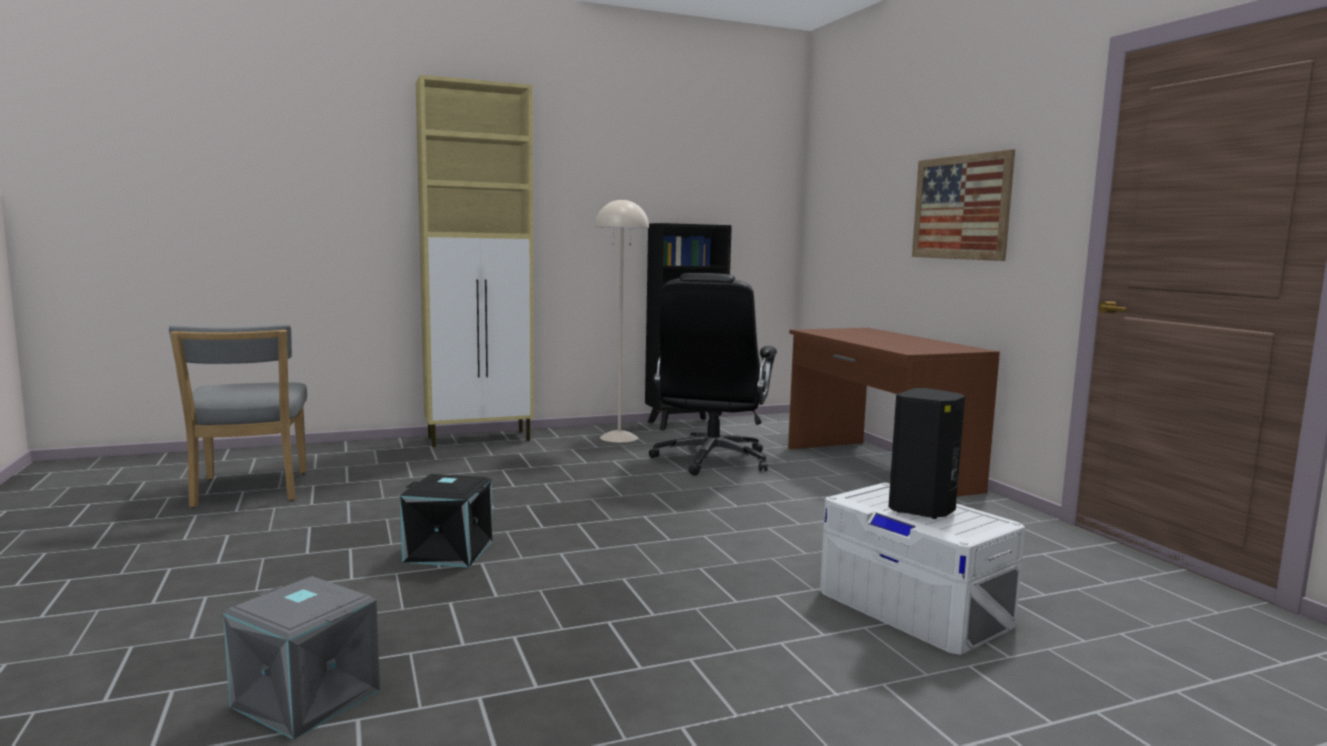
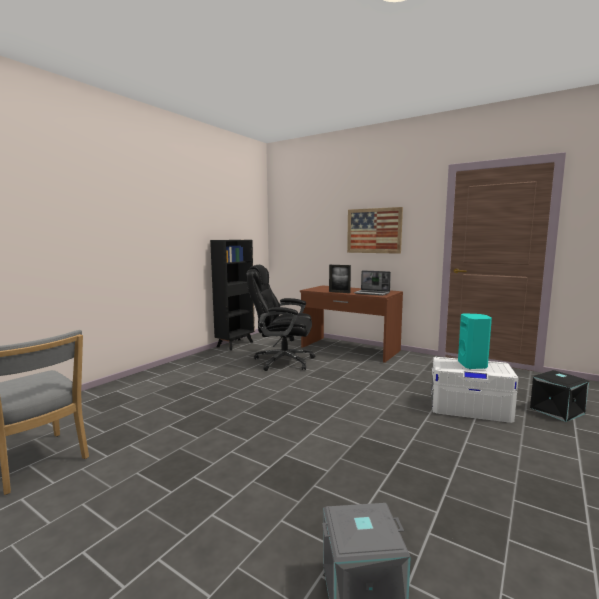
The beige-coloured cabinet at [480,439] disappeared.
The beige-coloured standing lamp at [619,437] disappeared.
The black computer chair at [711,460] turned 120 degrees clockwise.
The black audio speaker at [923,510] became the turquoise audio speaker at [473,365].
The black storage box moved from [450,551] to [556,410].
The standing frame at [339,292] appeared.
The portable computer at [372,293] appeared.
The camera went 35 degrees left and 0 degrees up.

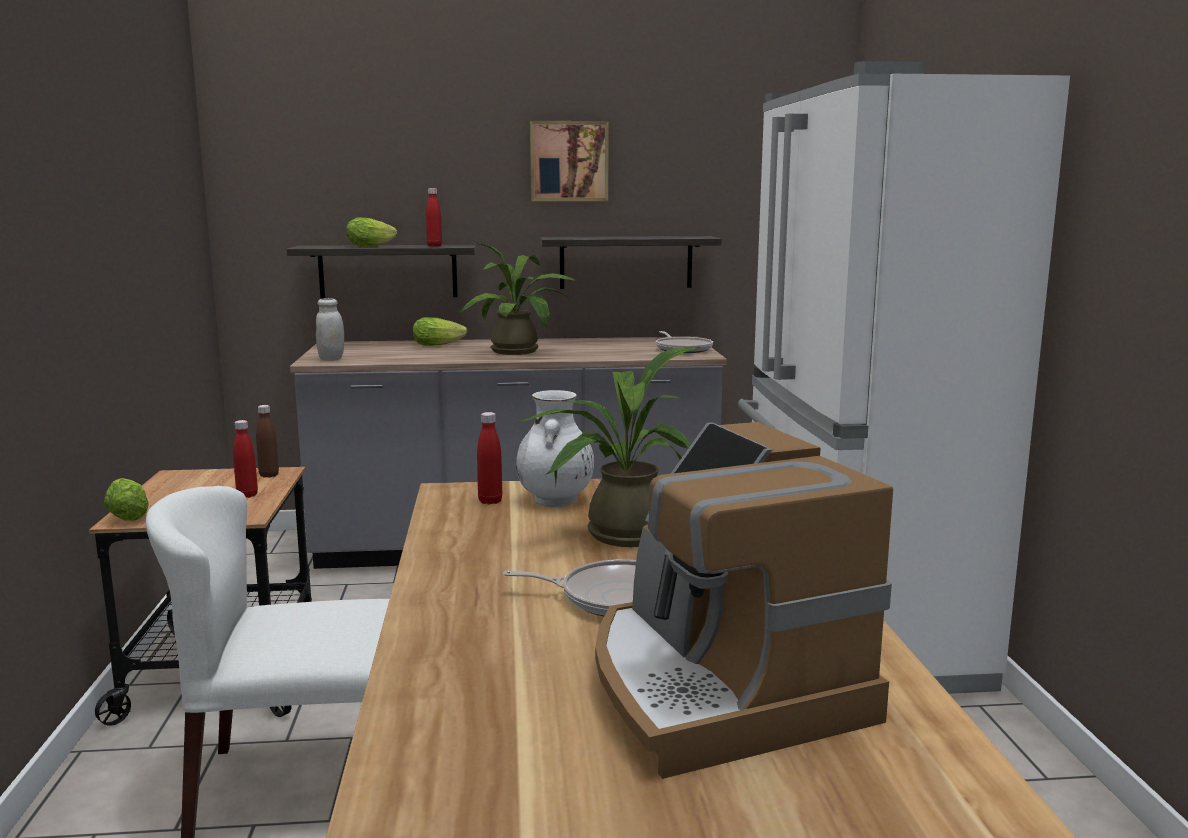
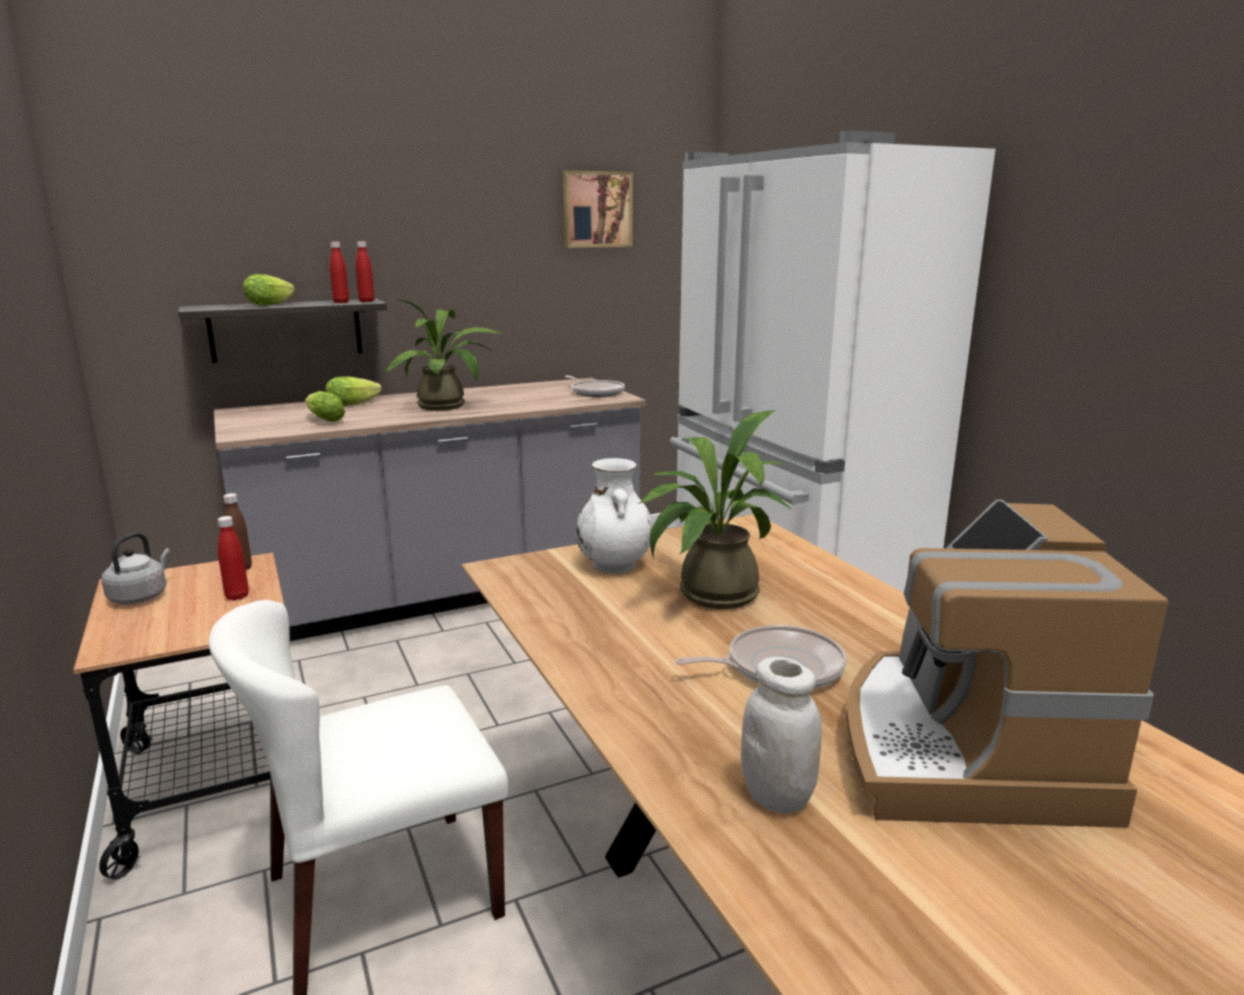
The picture moved from [569,161] to [596,209].
The shelf at [626,262] disappeared.
The white-coloured preserve jar moved from [331,359] to [777,797].
The red beverage bottle moved from [490,501] to [366,301].
The coffee maker at [717,686] turned 45 degrees clockwise.
The lettuce head moved from [129,514] to [323,420].
The gray kettle at [140,596] appeared.
The camera went 20 degrees left and 5 degrees up.

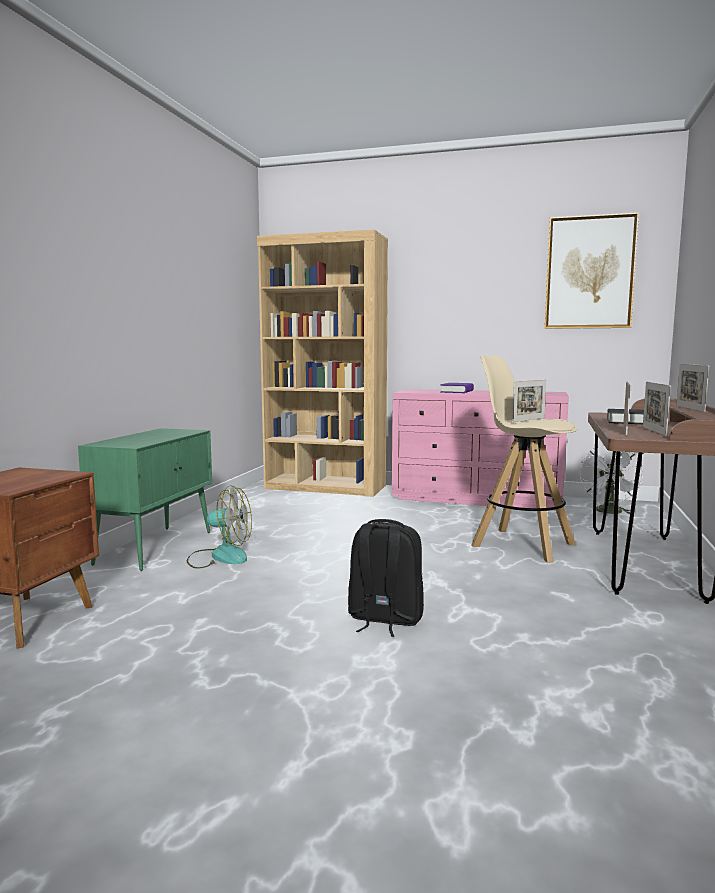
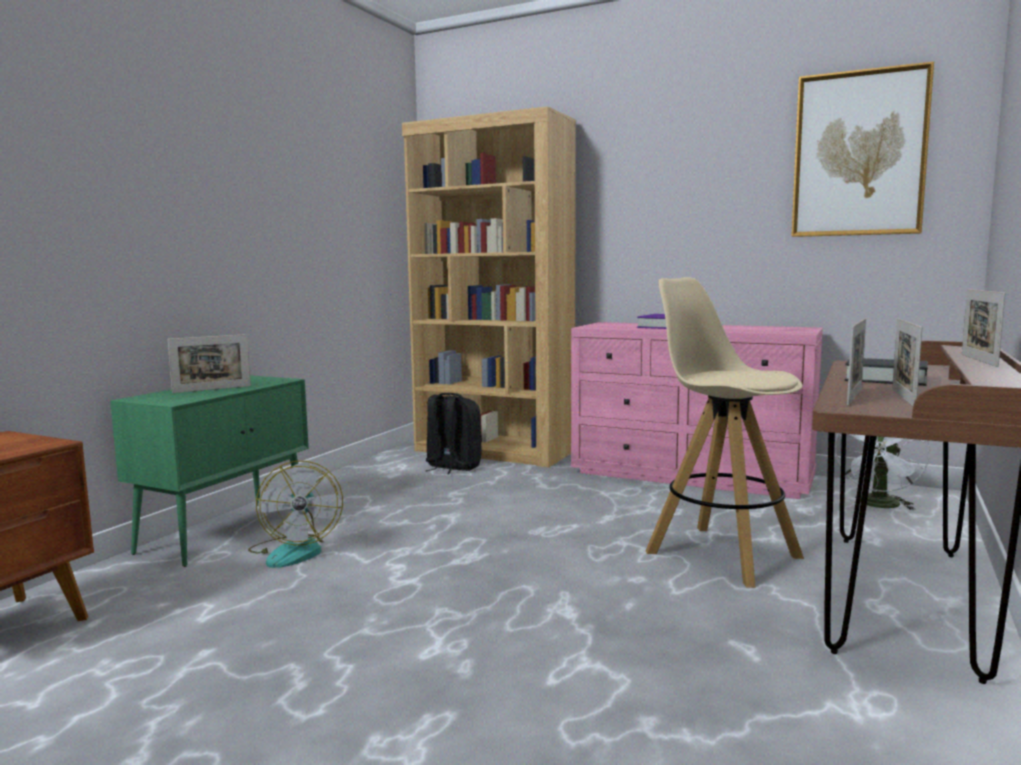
The standing frame moved from [528,420] to [212,389].
The fan at [220,557] turned 60 degrees clockwise.
The black knapsack moved from [384,619] to [452,467].
The camera went 10 degrees right and 0 degrees up.

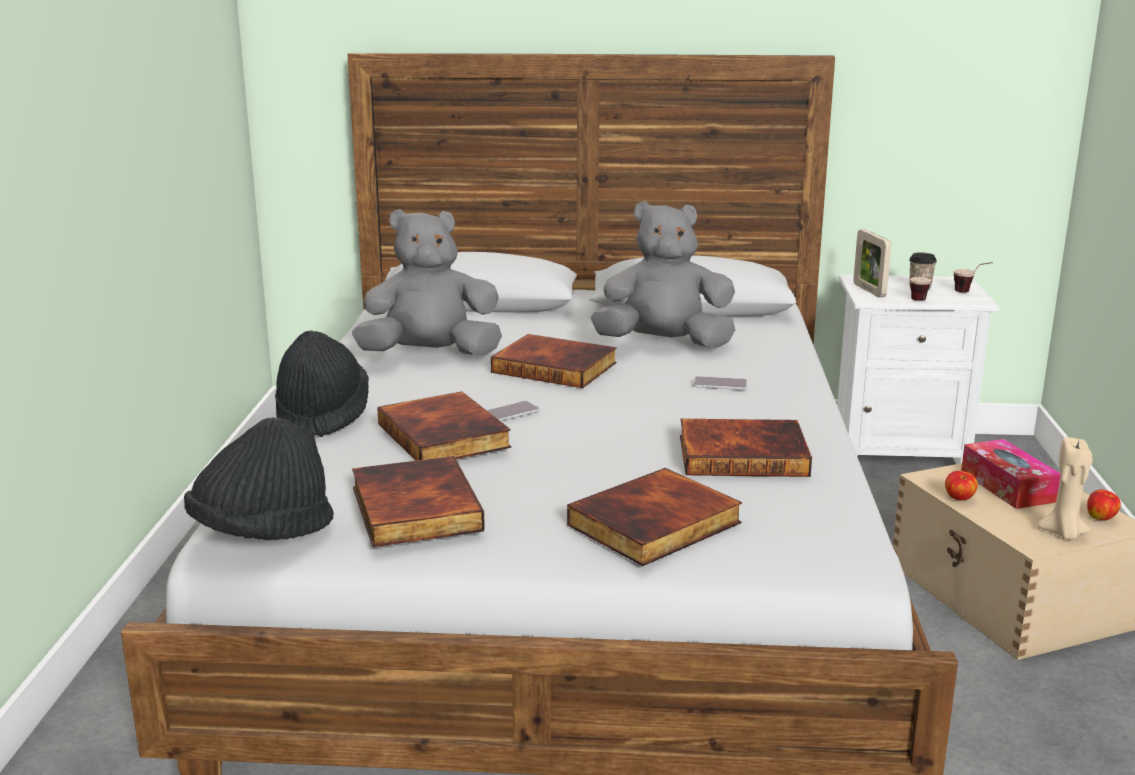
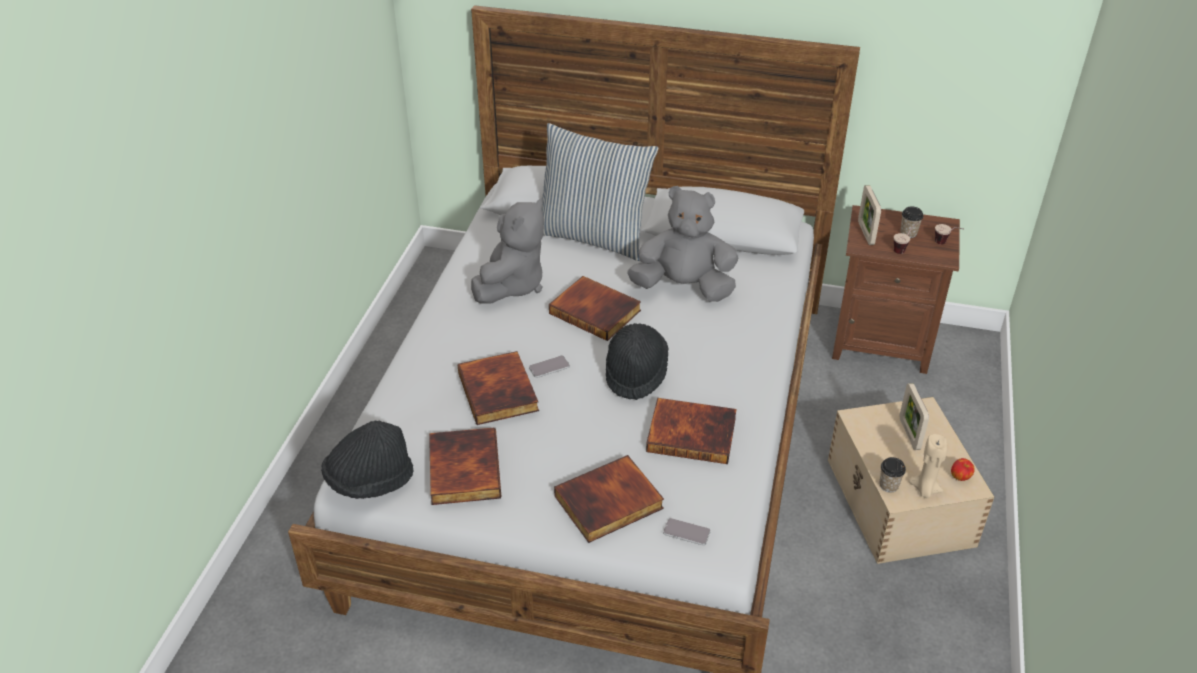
The gray soft toy at [430,355] turned 120 degrees clockwise.
The white-coloured night table at [897,454] became the brown night table at [881,342].
The black hat moved from [322,416] to [635,373].
The handset moved from [720,384] to [686,532].
The tissue box at [1007,486] was replaced by the standing frame at [909,434].
The apple at [959,498] disappeared.
The pillow at [593,236] appeared.
The cup at [888,485] appeared.
The camera went 10 degrees right and 20 degrees up.

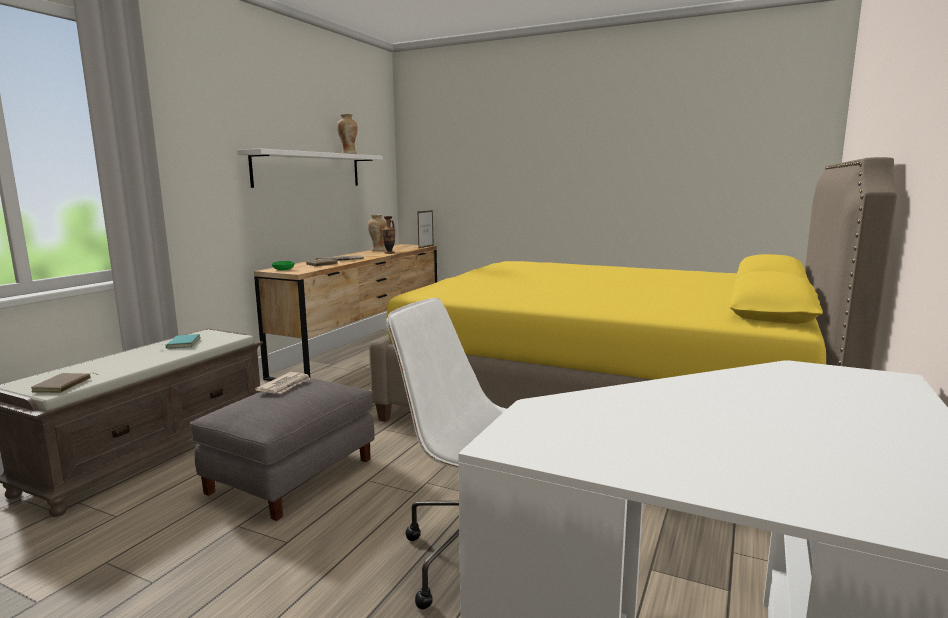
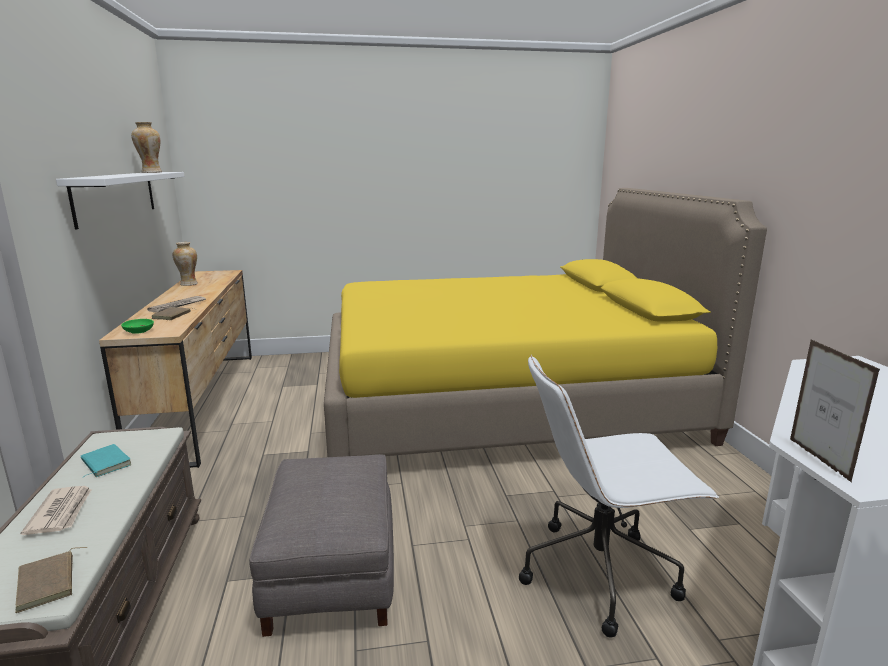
The standing frame moved from [426,247] to [818,459].
The flower vase at [389,253] disappeared.
The printed paper moved from [285,385] to [61,512].
The camera went 35 degrees left and 5 degrees up.

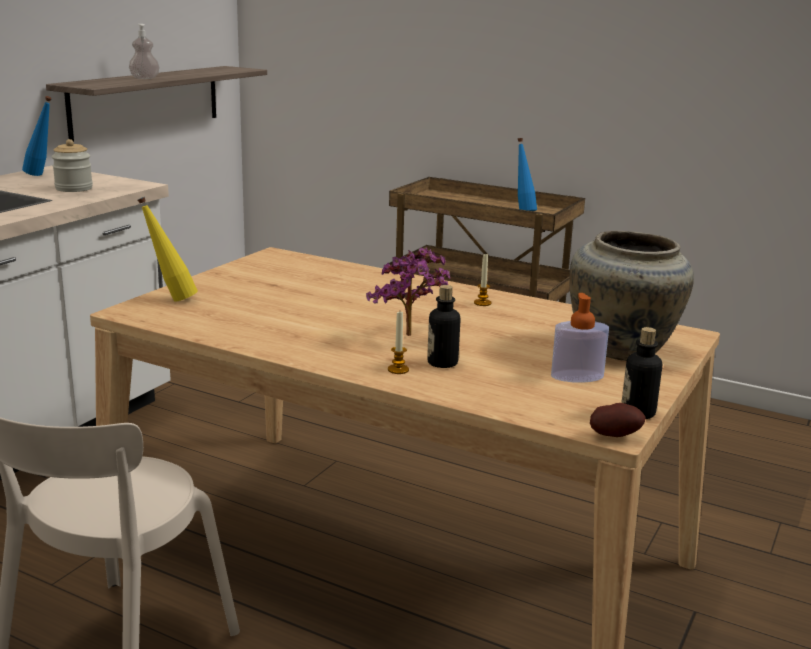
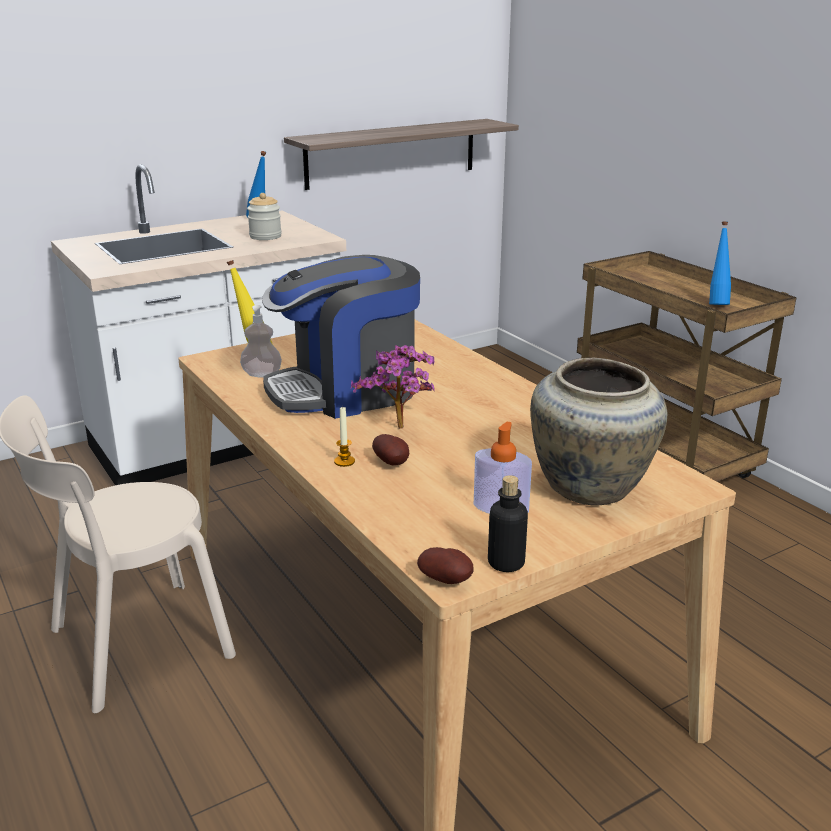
The soap bottle moved from [144,78] to [262,374].
The candle at [482,303] disappeared.
The beverage bottle at [442,363] was replaced by the whole potato at [392,463].
The coffee maker at [346,391] appeared.
The camera went 30 degrees right and 5 degrees up.

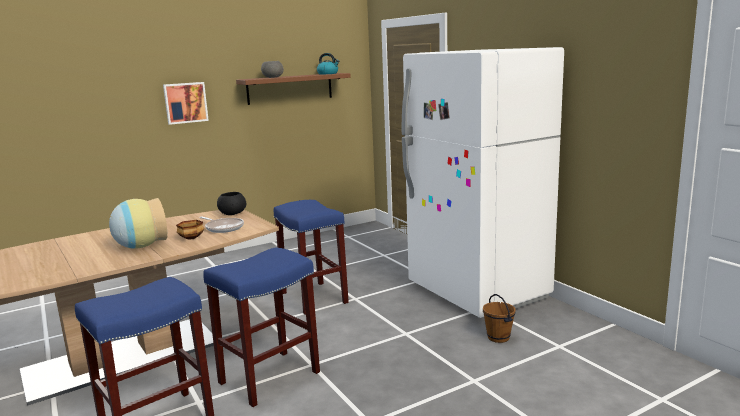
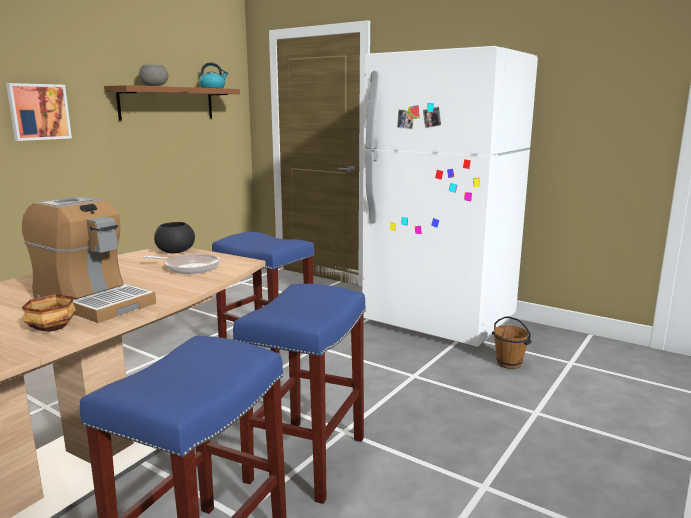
The flower vase at [140,246] was replaced by the coffee maker at [92,301].
The serving bowl moved from [192,238] to [54,329].
The camera went 25 degrees left and 0 degrees up.

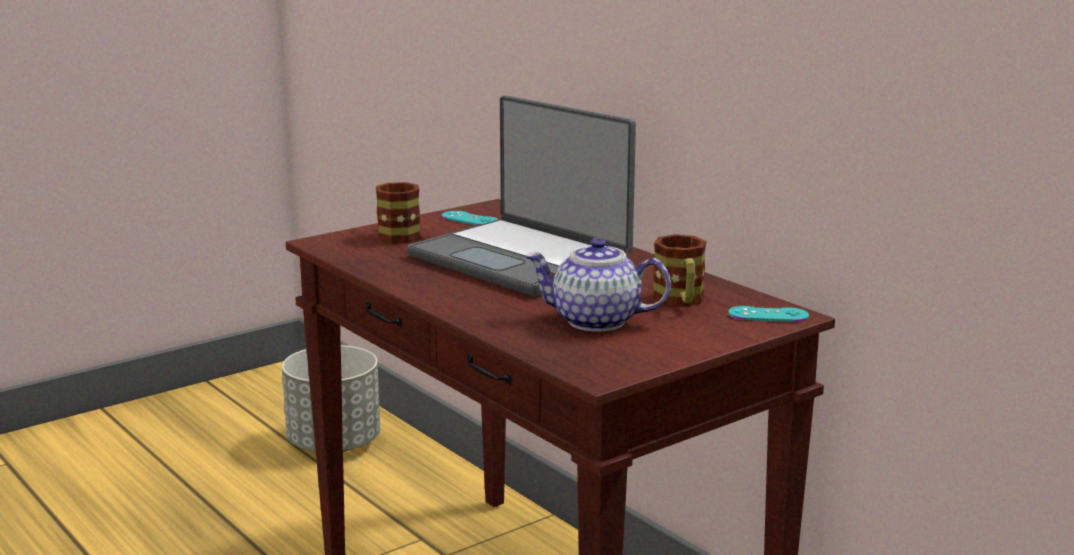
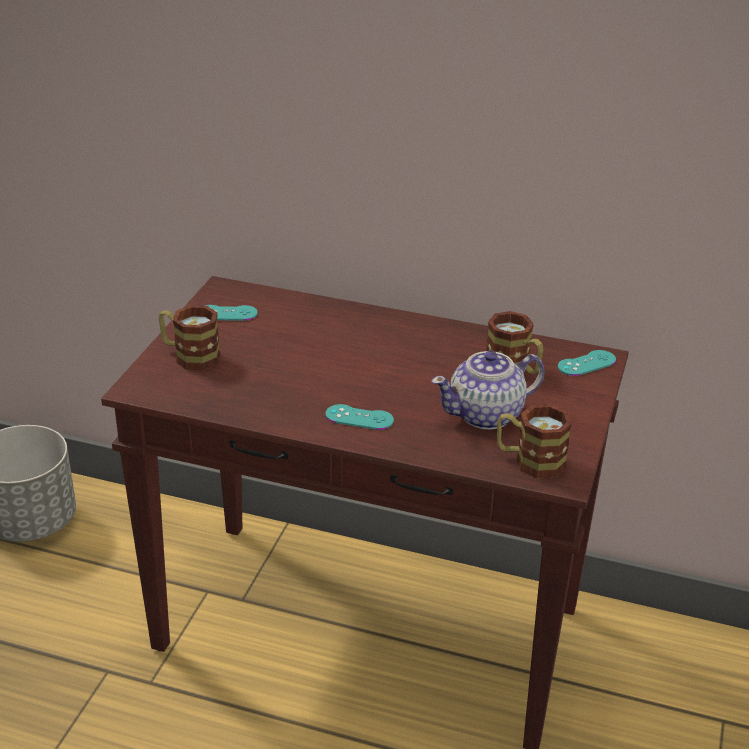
The portable computer at [522,260] disappeared.
The turquoise gamepad at [359,417] appeared.
The mug at [529,461] appeared.
The camera went 35 degrees left and 15 degrees up.

